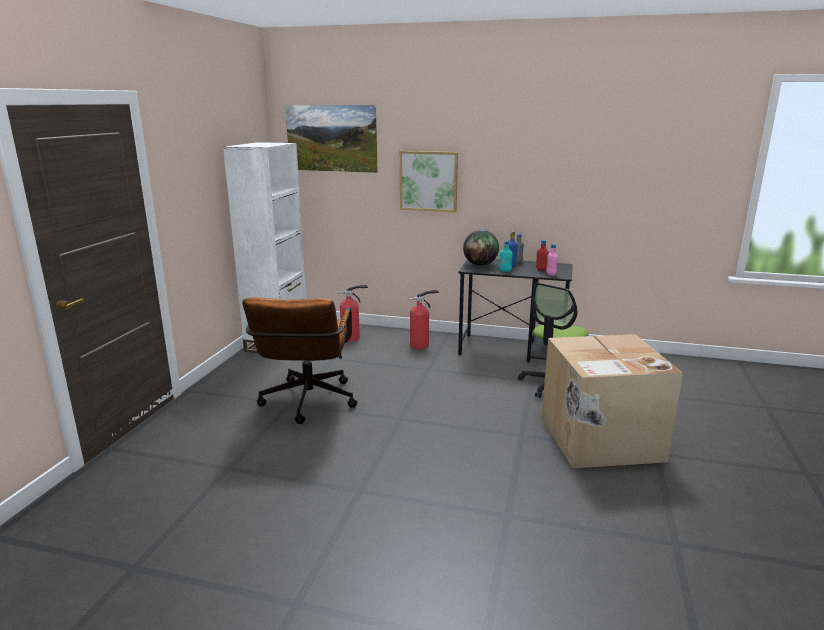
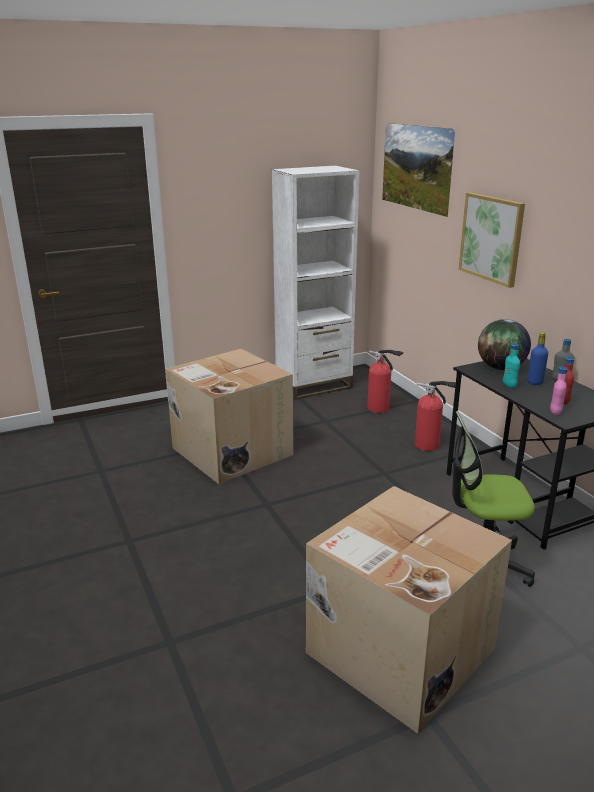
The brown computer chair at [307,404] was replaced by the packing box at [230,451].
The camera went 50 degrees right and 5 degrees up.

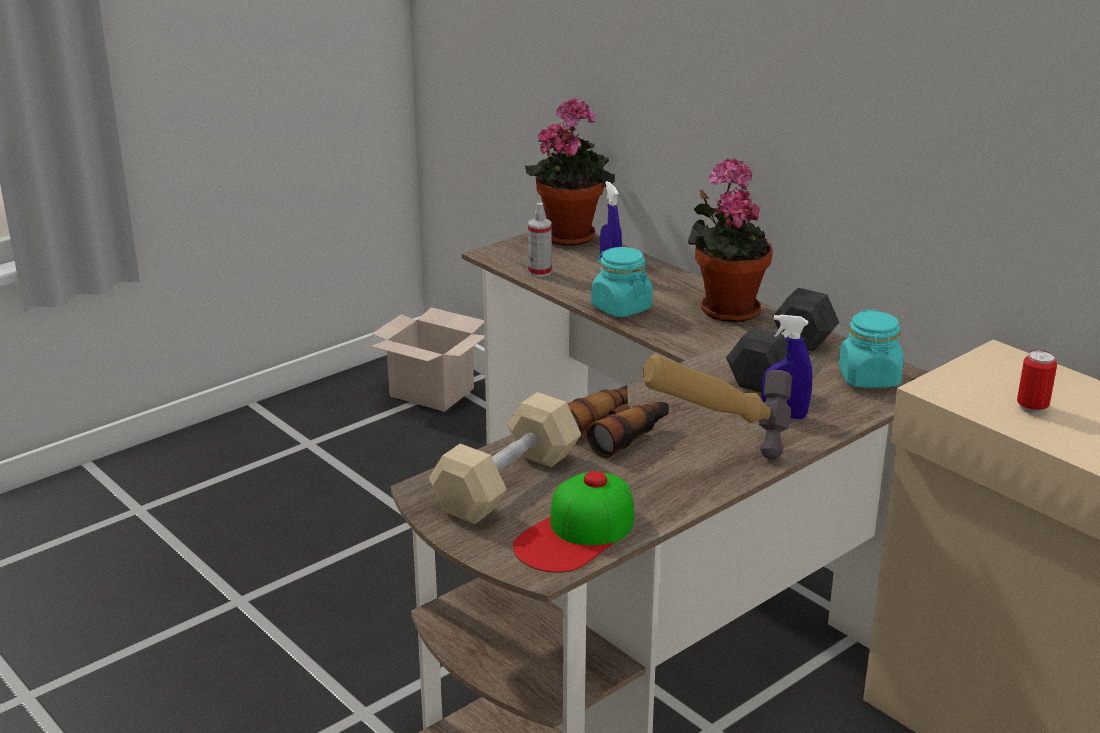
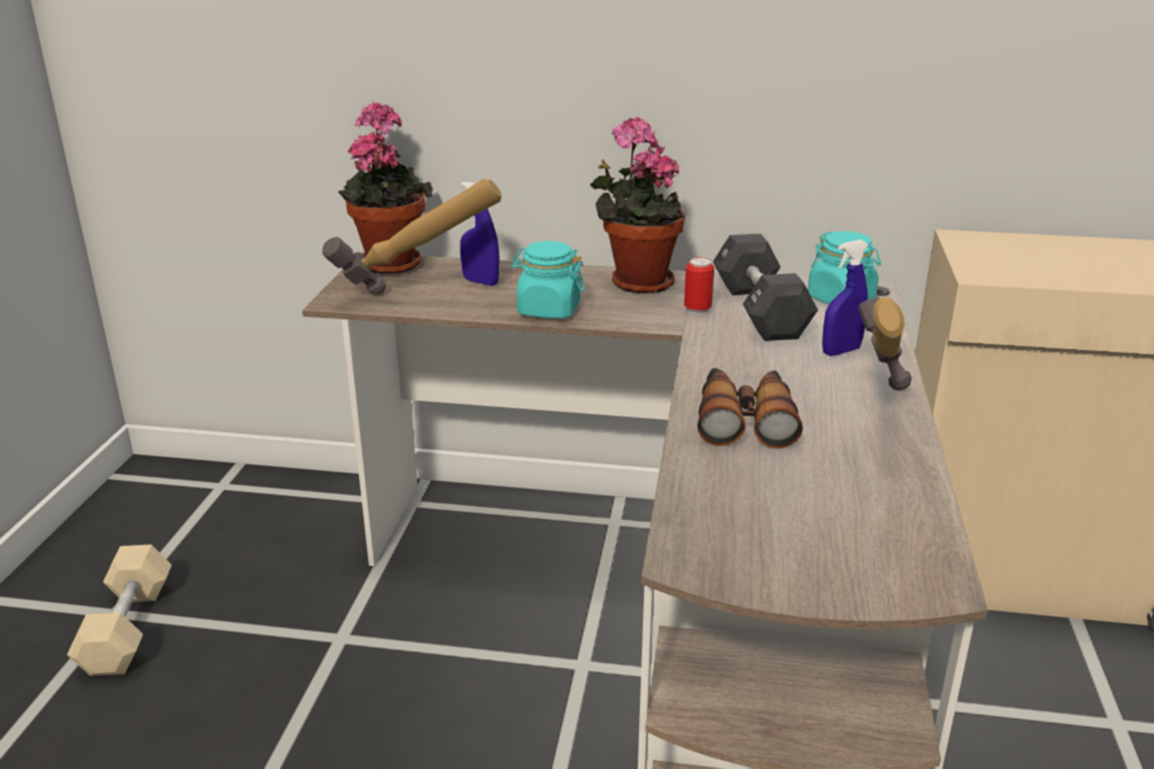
The sprayer at [539,272] was replaced by the tool hammer at [416,303].
The packing box at [434,392] disappeared.
The sealed can moved from [1032,408] to [697,310].
The beige-coloured hand weight moved from [507,483] to [127,628].
The cap at [576,534] disappeared.
The camera went 40 degrees left and 0 degrees up.

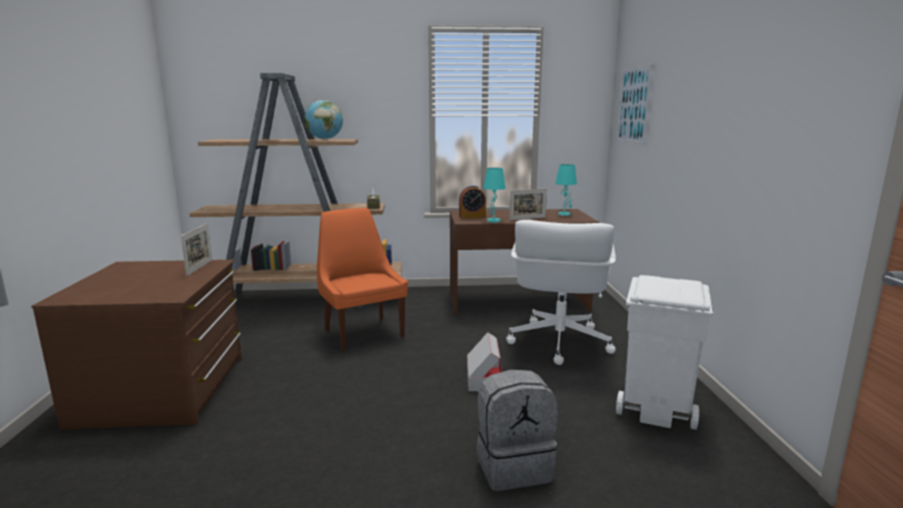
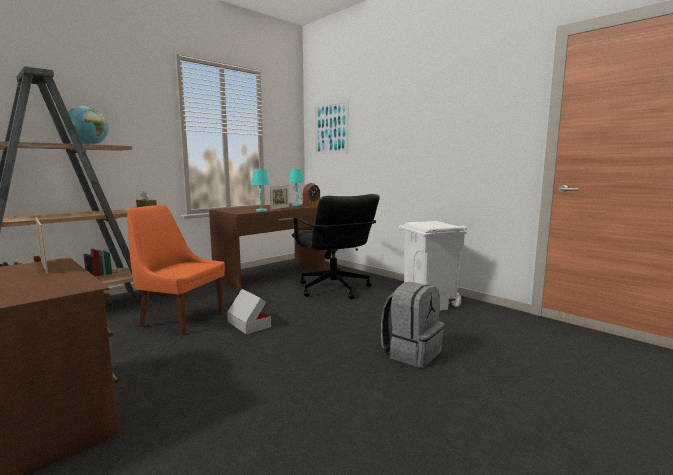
The bedside clock moved from [472,216] to [311,206].
The white-coloured computer chair at [558,342] became the black computer chair at [333,289].
The packing box moved from [484,378] to [248,324].
The camera went 40 degrees left and 5 degrees down.

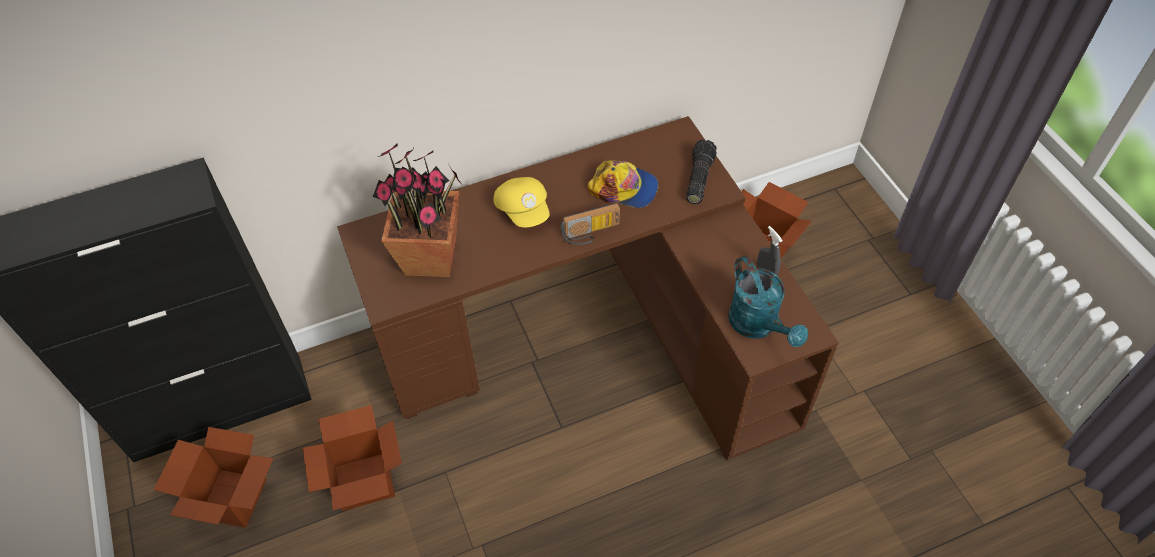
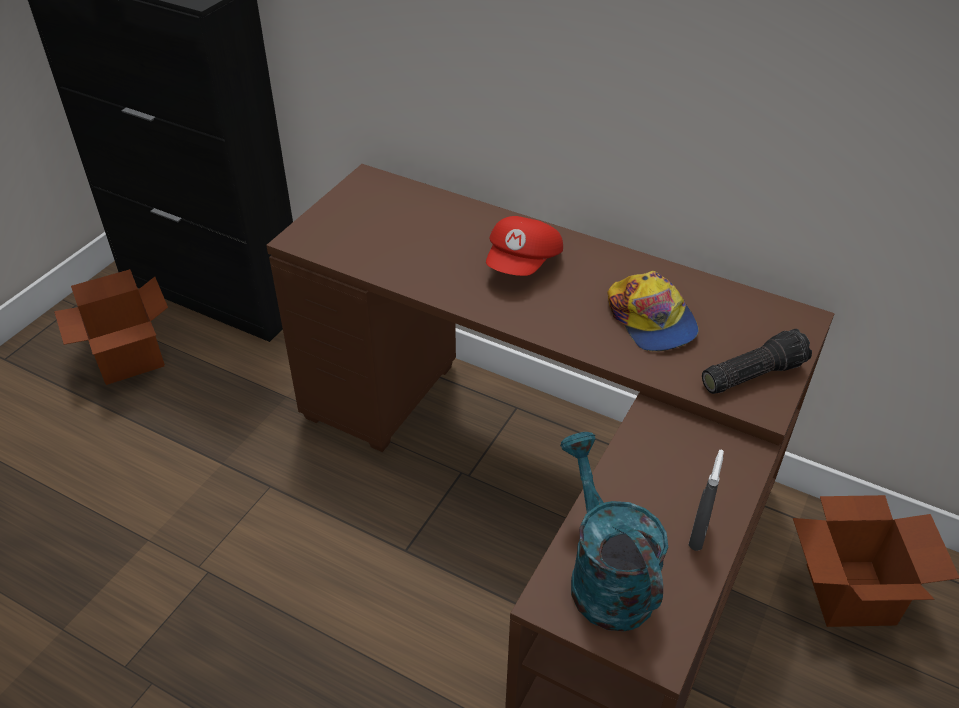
The houseplant at [431,258] disappeared.
The yellow cap at [524,210] became the red cap at [523,263].
The radio at [591,234] disappeared.
The turquoise watering pot at [758,326] turned 135 degrees clockwise.
The packing box at [365,481] disappeared.
The camera went 50 degrees right and 10 degrees down.

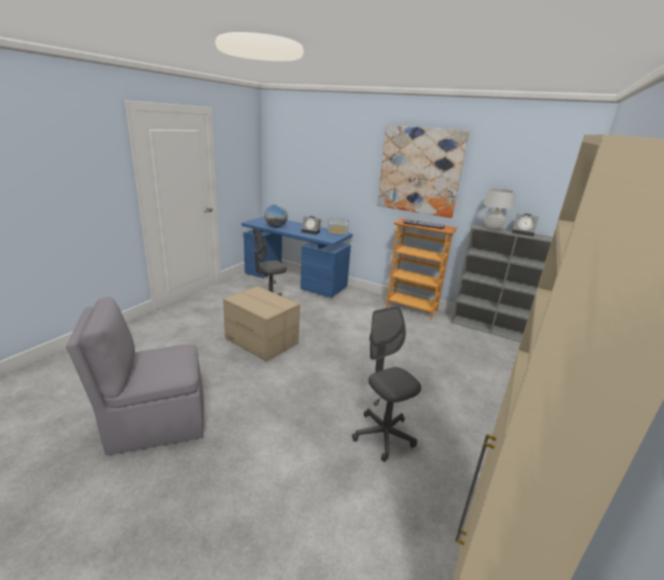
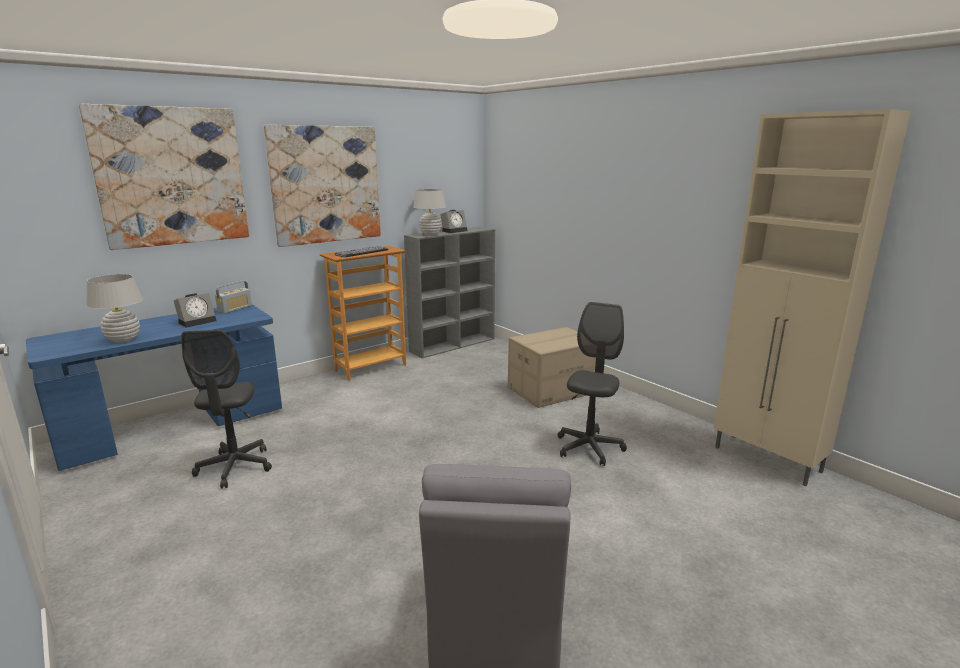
The desk globe at [275,227] was replaced by the white-coloured table lamp at [123,340].
The packing box moved from [262,341] to [551,390].
The gray computer chair at [383,435] turned 120 degrees clockwise.
The picture at [172,177] appeared.
The camera went 65 degrees left and 5 degrees down.

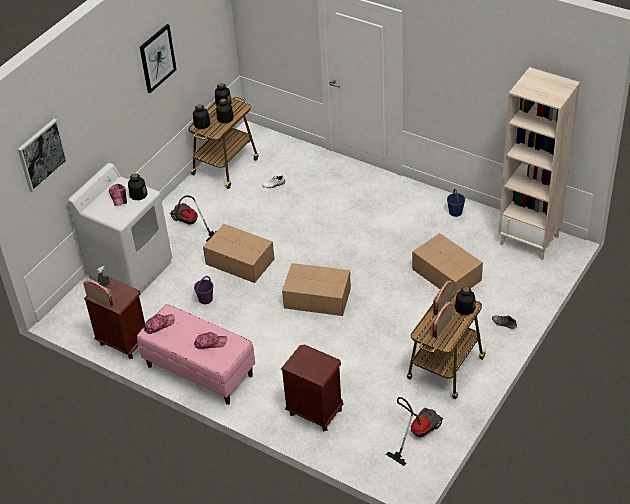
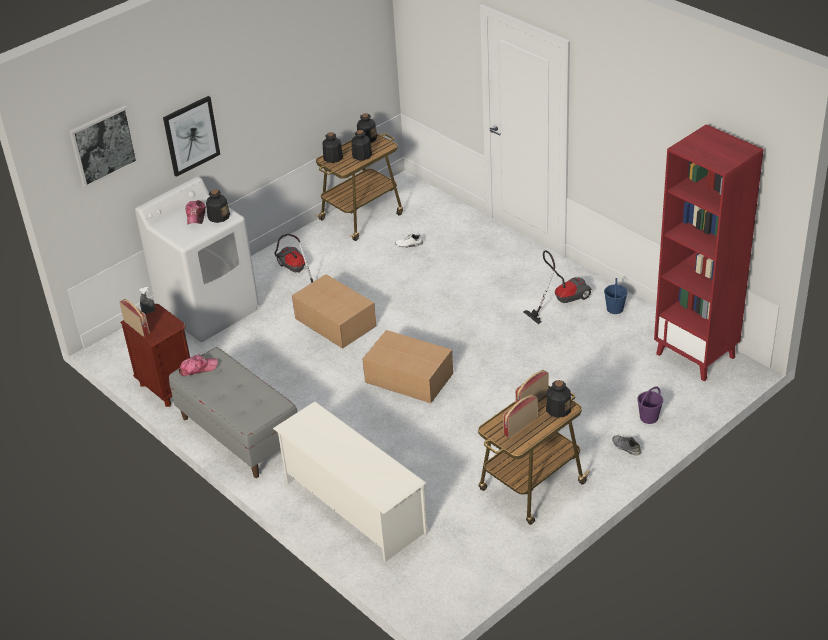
The picture moved from [157,58] to [191,135].
The beige-coloured bookshelf at [529,240] became the red bookshelf at [696,355].
The packing box at [447,275] disappeared.
The purplish water bucket moved from [205,299] to [648,418].
The pink-coloured long seat at [199,371] became the gray long seat at [238,434].
The cap at [210,343] disappeared.
The brown night table at [315,412] was replaced by the white-coloured shoe shelf at [353,506].
The vacuum moved from [416,433] to [561,300].
The camera went 15 degrees right and 5 degrees down.

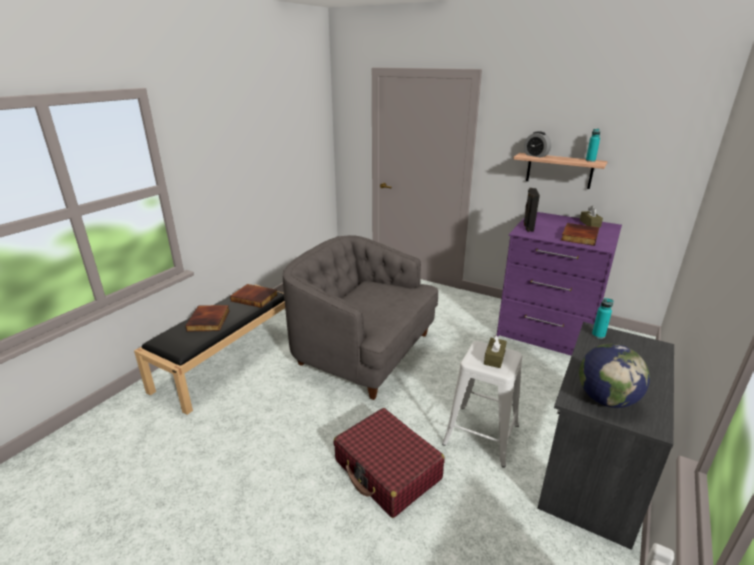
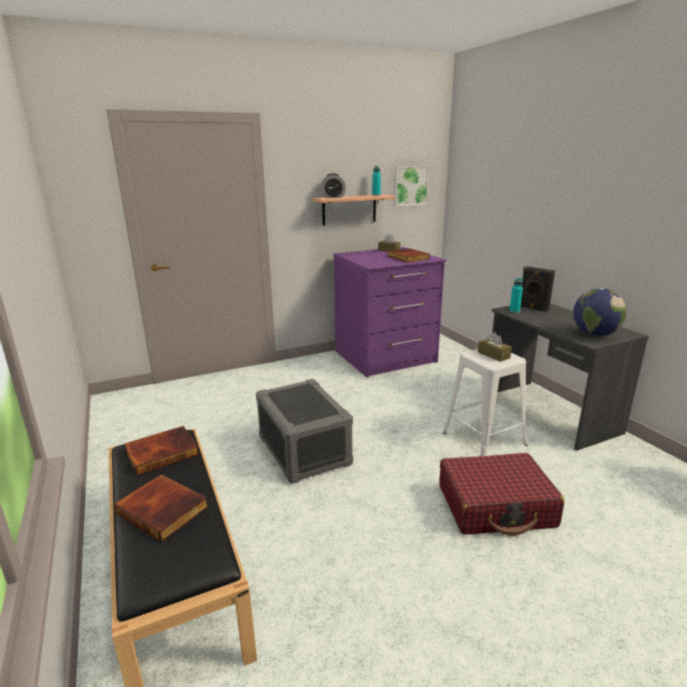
The black audio speaker moved from [527,227] to [533,308].
The gray easy chair at [363,351] was replaced by the gray storage box at [303,450].
The picture at [410,185] appeared.
The camera went 55 degrees left and 5 degrees down.

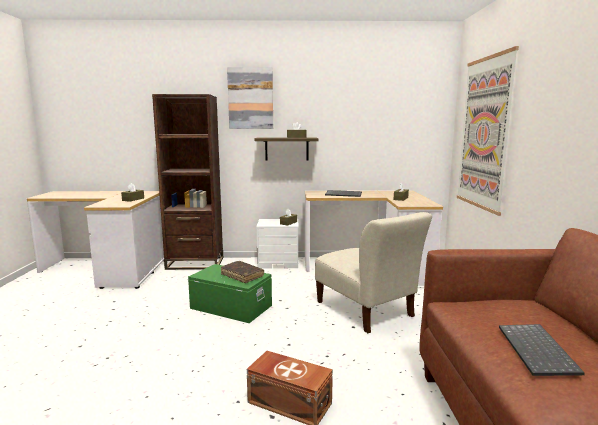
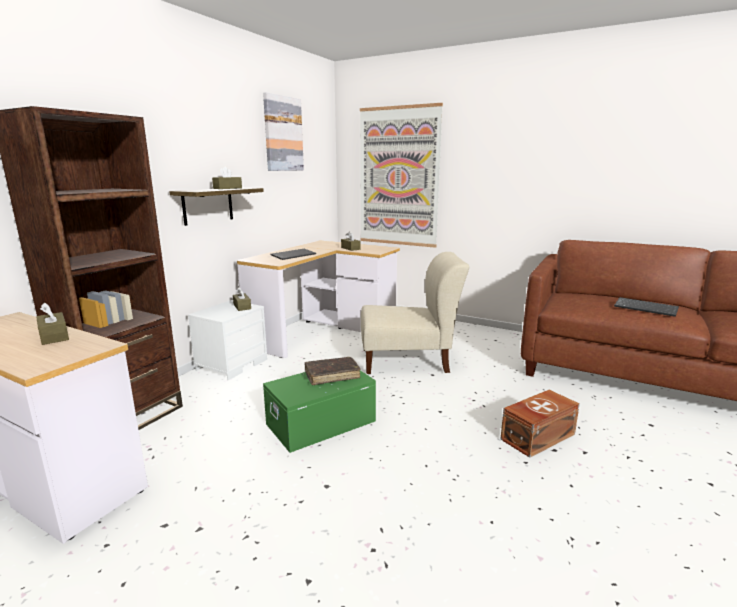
The picture moved from [250,98] to [283,134].
The camera went 60 degrees left and 5 degrees up.

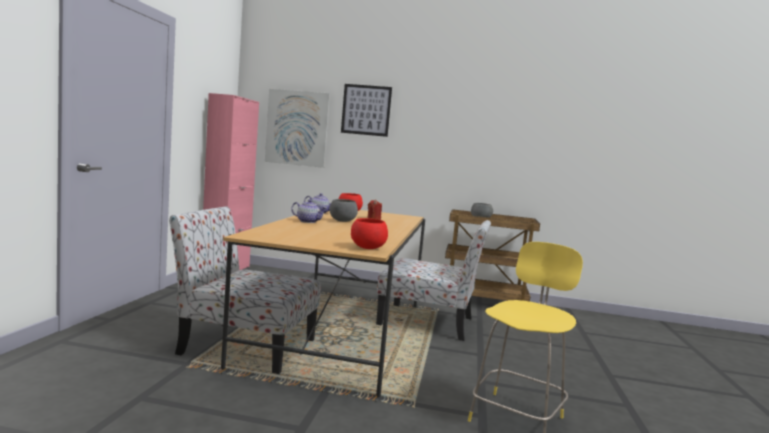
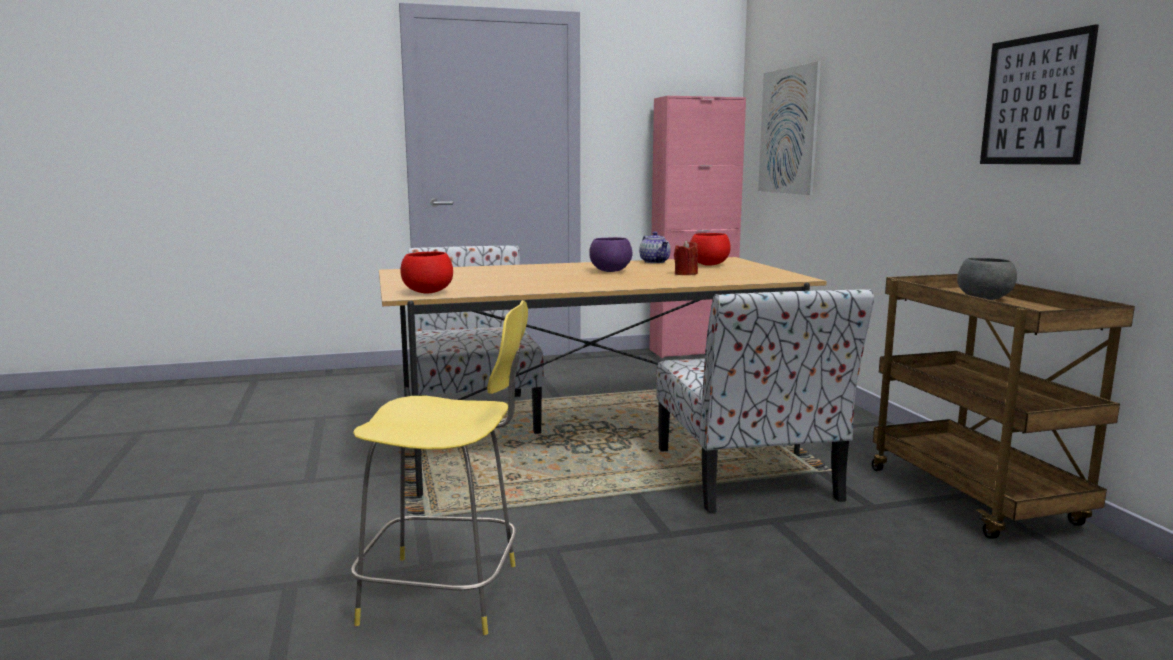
The picture moved from [366,110] to [1035,100].
The gray serving bowl at [342,221] became the purplish serving bowl at [611,271].
The teapot at [308,221] disappeared.
The camera went 65 degrees right and 5 degrees up.

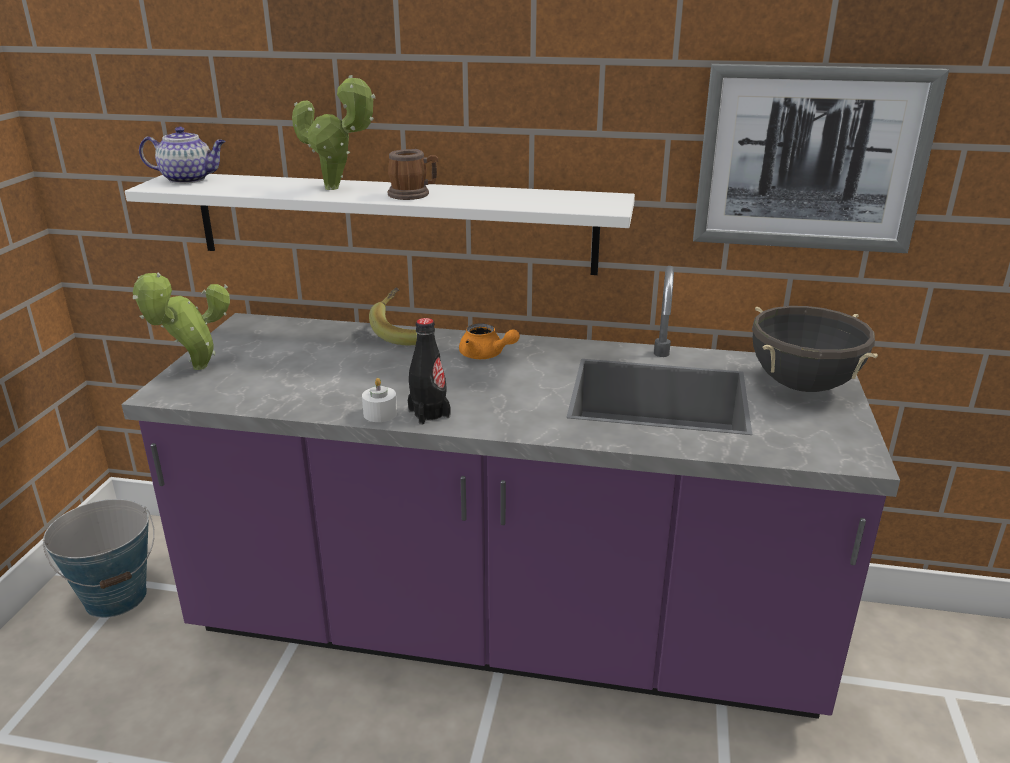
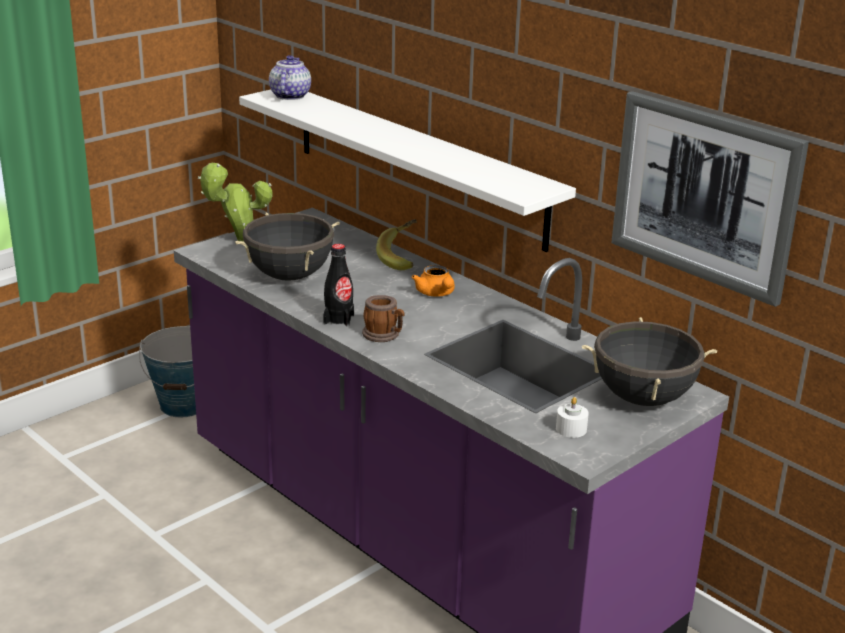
The houseplant at [337,188] disappeared.
The teapot at [189,179] turned 120 degrees counterclockwise.
The mug moved from [413,194] to [384,335].
The white-coloured candle moved from [380,414] to [571,429].
The black saucepot at [289,276] appeared.
The camera went 35 degrees right and 0 degrees up.

